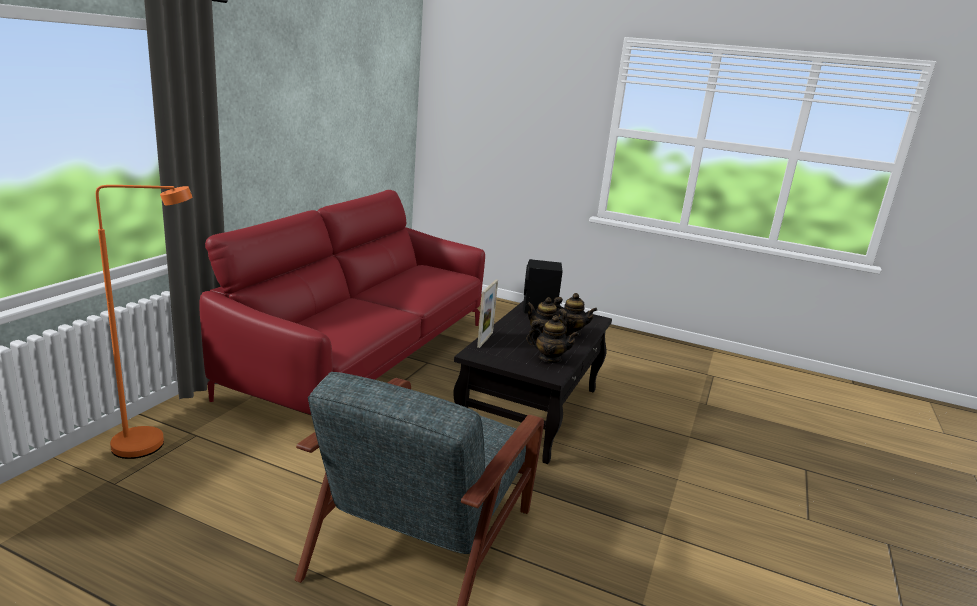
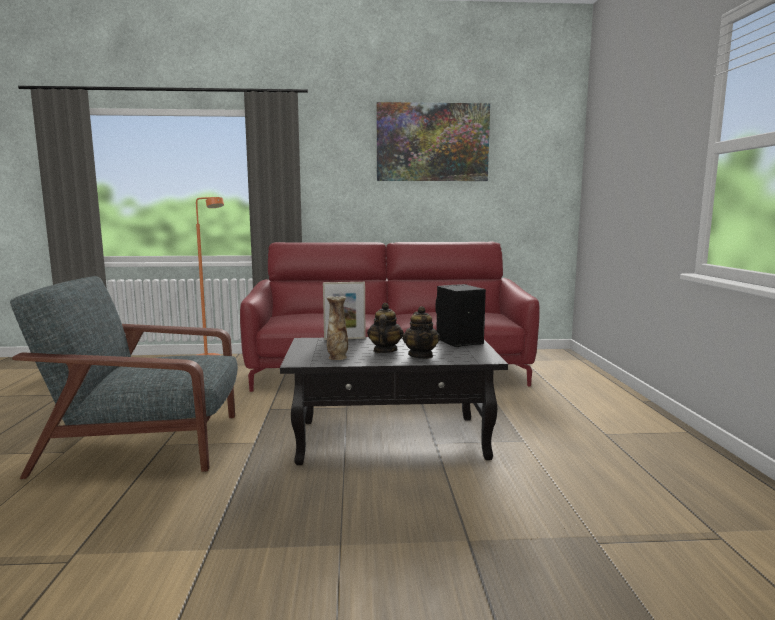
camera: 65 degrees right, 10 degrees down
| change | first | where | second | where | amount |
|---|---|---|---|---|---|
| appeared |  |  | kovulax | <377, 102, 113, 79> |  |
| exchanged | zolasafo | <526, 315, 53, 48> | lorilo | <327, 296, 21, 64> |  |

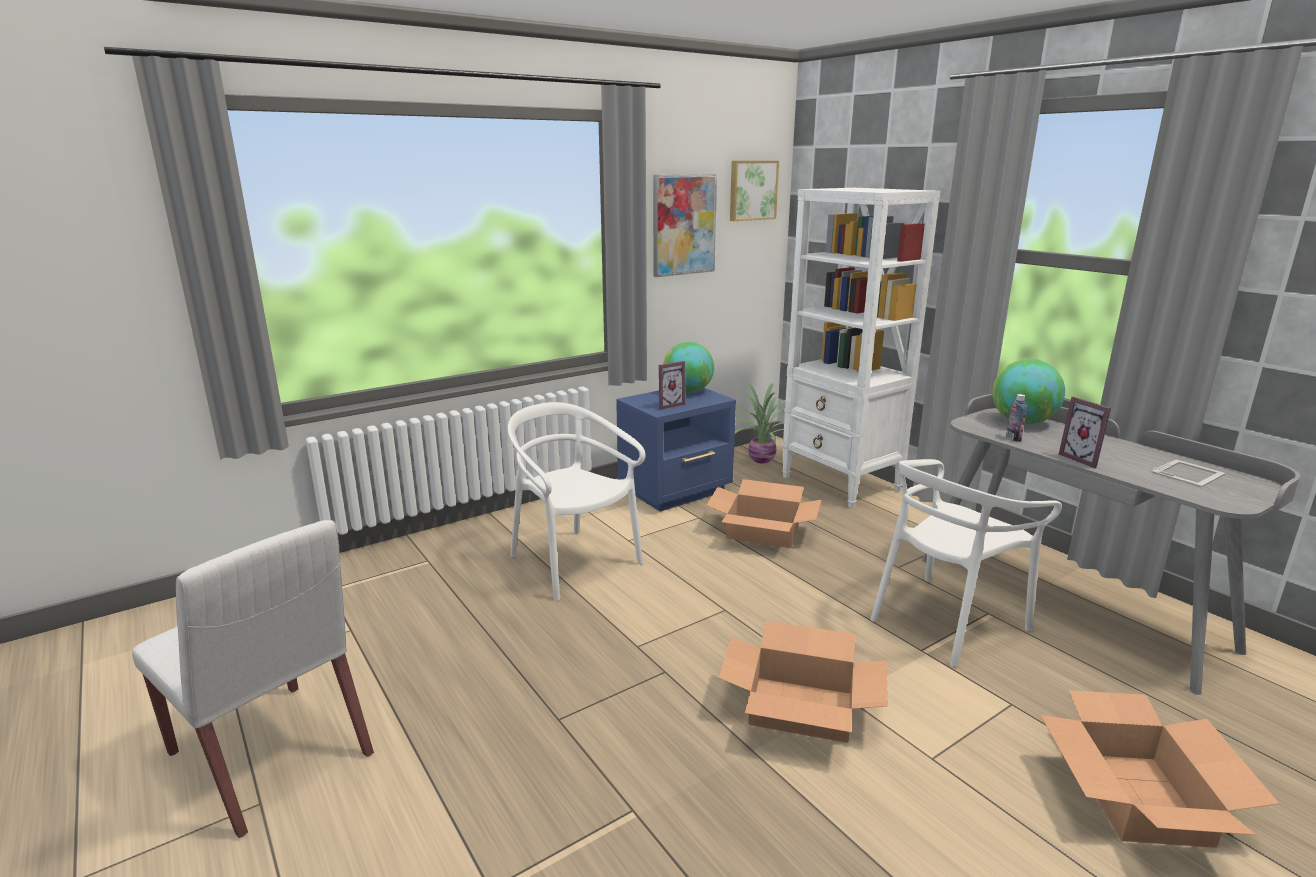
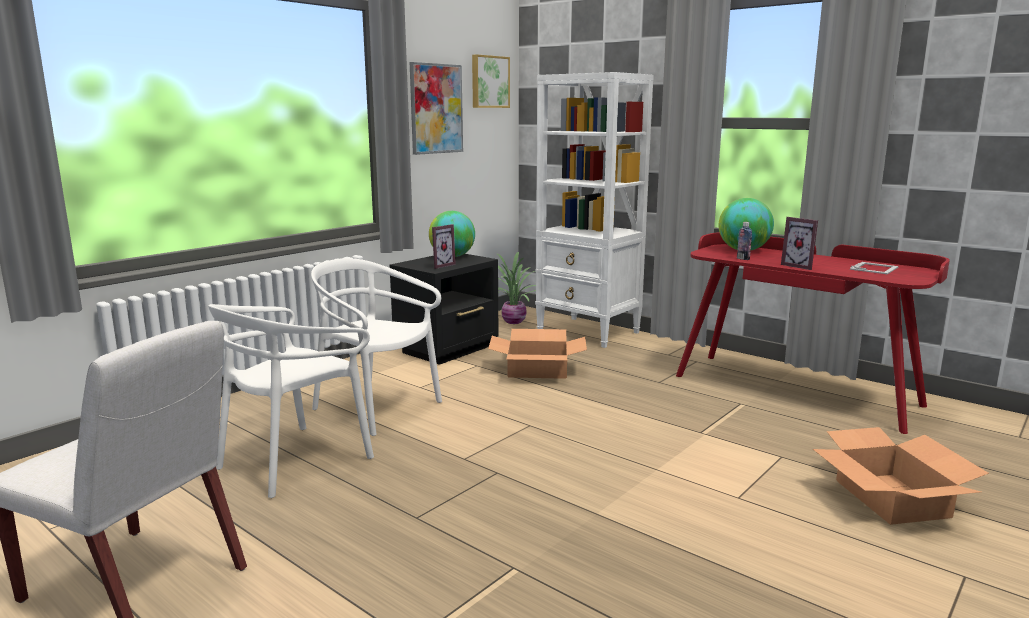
camera: 15 degrees left, 5 degrees down
| change | first | where | second | where | amount |
|---|---|---|---|---|---|
| missing | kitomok | <719, 621, 169, 122> |  |  |  |
| relocated | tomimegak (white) | <870, 459, 192, 208> |  | <208, 304, 166, 194> |  |
| colour | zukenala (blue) | <616, 388, 120, 123> | zukenala (black) | <390, 254, 108, 111> |  |
| colour | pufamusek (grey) | <922, 394, 379, 301> | pufamusek (red) | <676, 232, 274, 202> |  |

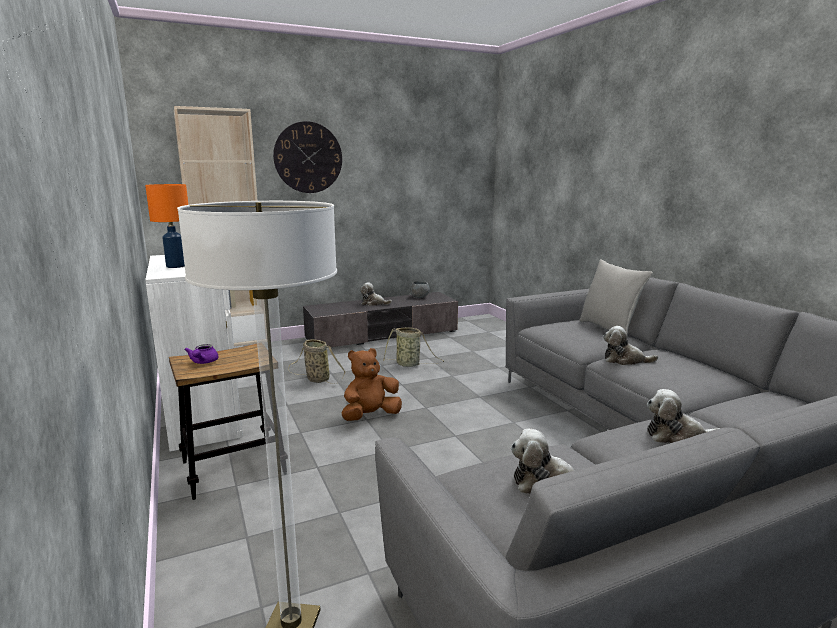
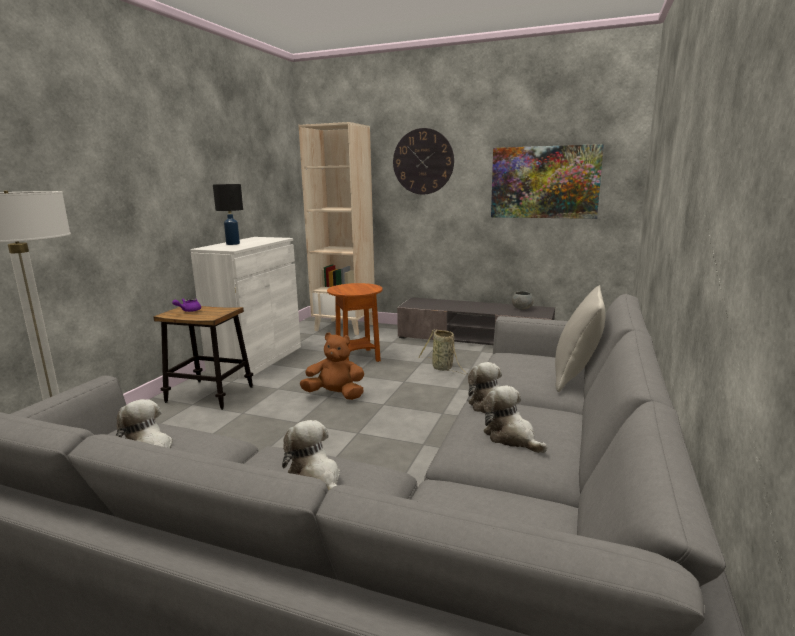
camera: 45 degrees right, 0 degrees up
| change | first | where | second | where | amount |
|---|---|---|---|---|---|
| appeared |  |  | kovulax | <491, 144, 113, 75> |  |
| relocated | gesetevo | <360, 282, 32, 24> |  | <483, 386, 64, 67> |  |
| exchanged | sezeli | <288, 339, 58, 45> | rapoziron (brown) | <327, 283, 56, 79> |  |
| colour | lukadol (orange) | <145, 184, 43, 84> | lukadol (black) | <213, 184, 30, 61> |  |

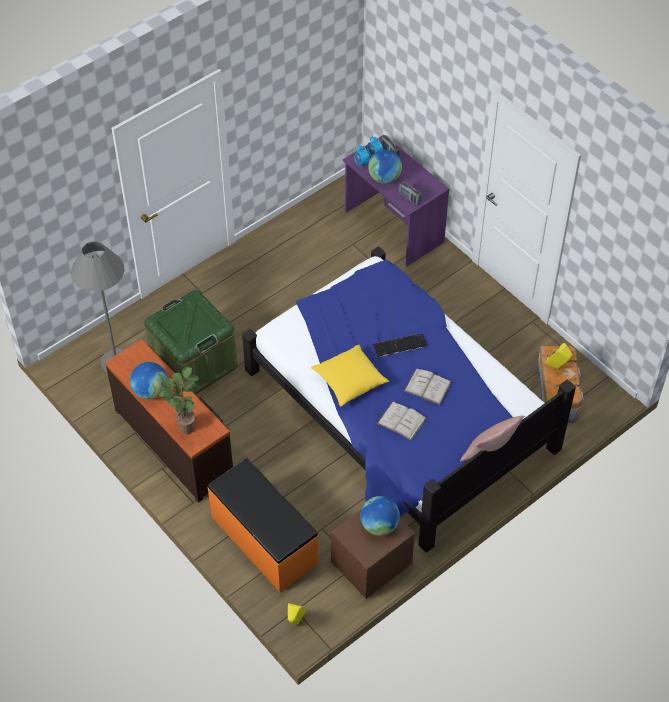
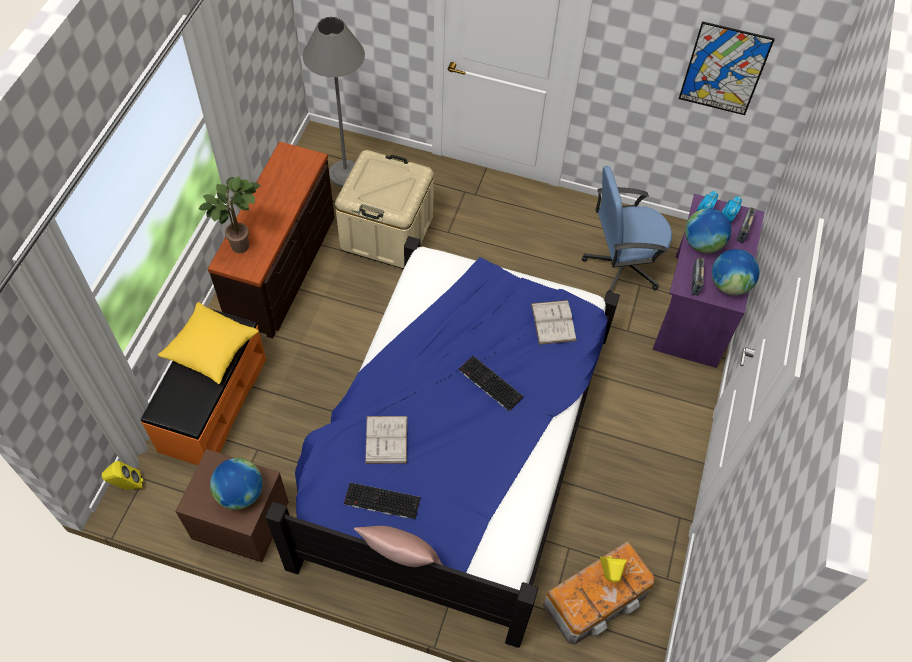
camera: 55 degrees right, 5 degrees up
| change | first | where | second | where | amount |
|---|---|---|---|---|---|
| appeared |  |  | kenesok | <344, 482, 77, 37> |  |
| appeared |  |  | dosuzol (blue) | <582, 166, 90, 126> |  |
| appeared |  |  | kovulax | <679, 21, 96, 94> |  |
| relocated | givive | <130, 362, 38, 37> |  | <712, 249, 48, 46> |  |
| relocated | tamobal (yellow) | <311, 345, 78, 62> |  | <158, 302, 101, 82> |  |
| relocated | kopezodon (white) | <404, 369, 48, 36> |  | <531, 300, 46, 45> |  |
| colour | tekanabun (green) | <144, 290, 93, 104> | tekanabun (beige) | <335, 150, 99, 119> |  |

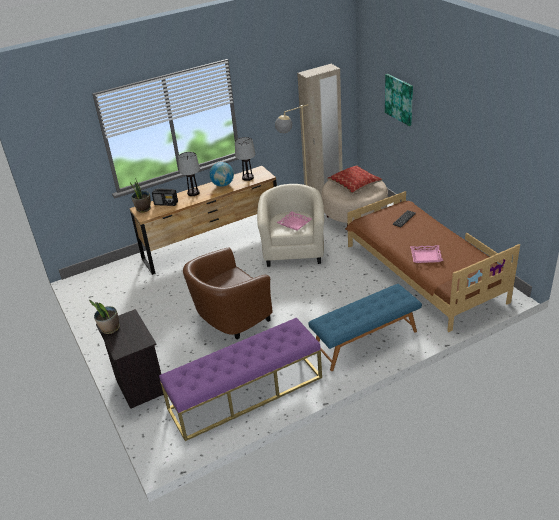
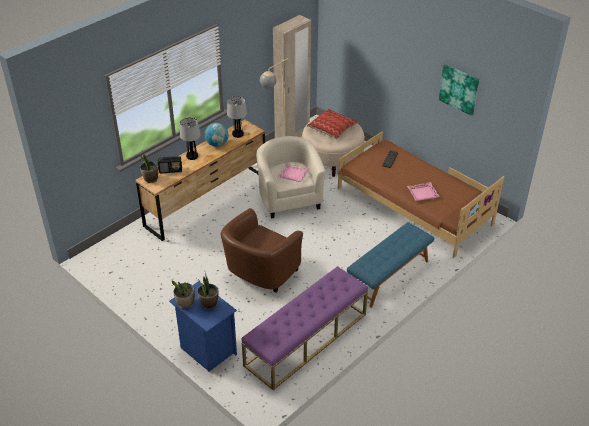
camera: 20 degrees left, 5 degrees up
| change | first | where | second | where | amount |
|---|---|---|---|---|---|
| appeared |  |  | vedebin | <197, 273, 22, 37> |  |
| relocated | kovulax | <385, 74, 28, 52> |  | <439, 64, 40, 52> |  |
| colour | zukenala (black) | <96, 309, 68, 100> | zukenala (blue) | <169, 281, 68, 91> |  |

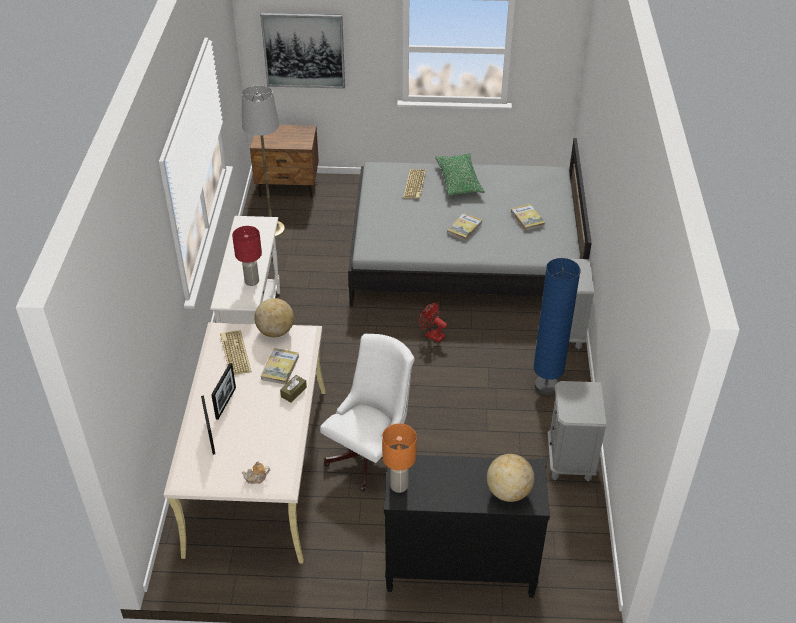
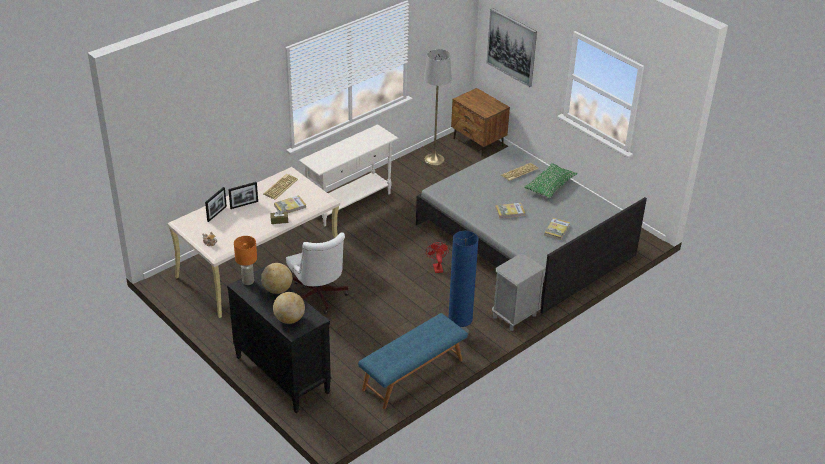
camera: 45 degrees right, 5 degrees down
| change | first | where | second | where | amount |
|---|---|---|---|---|---|
| missing | lukadol (red) | <232, 226, 30, 60> |  |  |  |
| relocated | givive | <254, 298, 40, 39> |  | <261, 263, 31, 31> |  |
| exchanged | zukenala (grey) | <548, 381, 59, 101> | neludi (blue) | <358, 313, 110, 96> |  |
| spun | dosuzol (white) | <320, 334, 95, 157> |  | <286, 232, 63, 82> | 75 degrees clockwise |

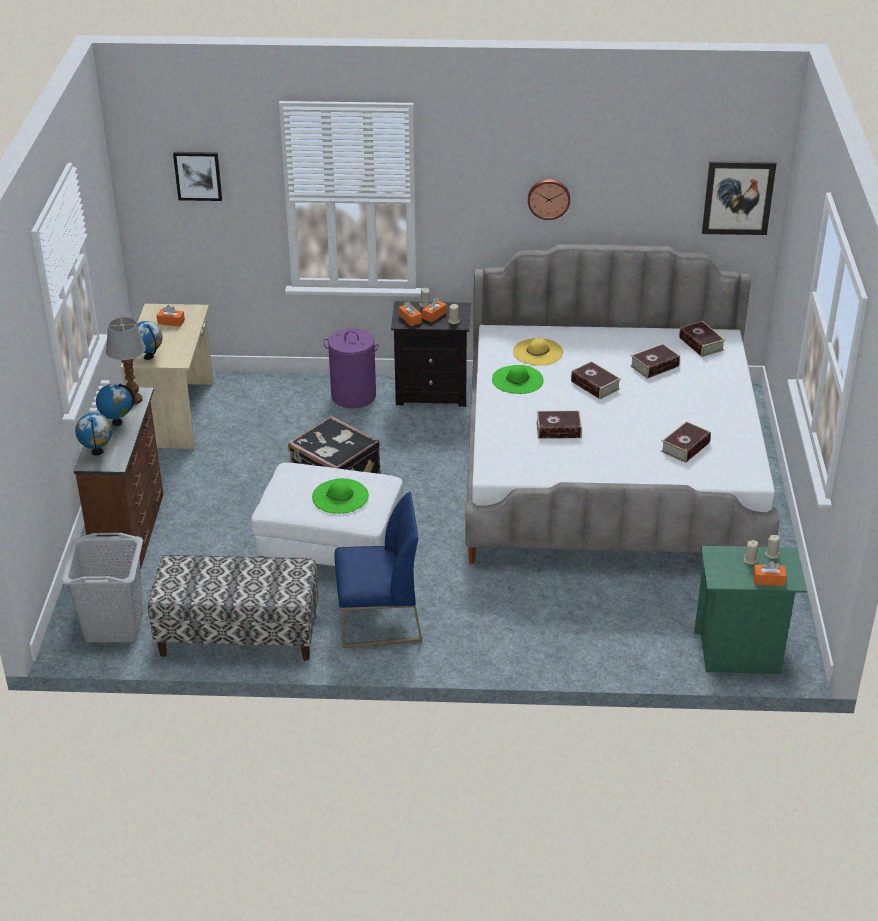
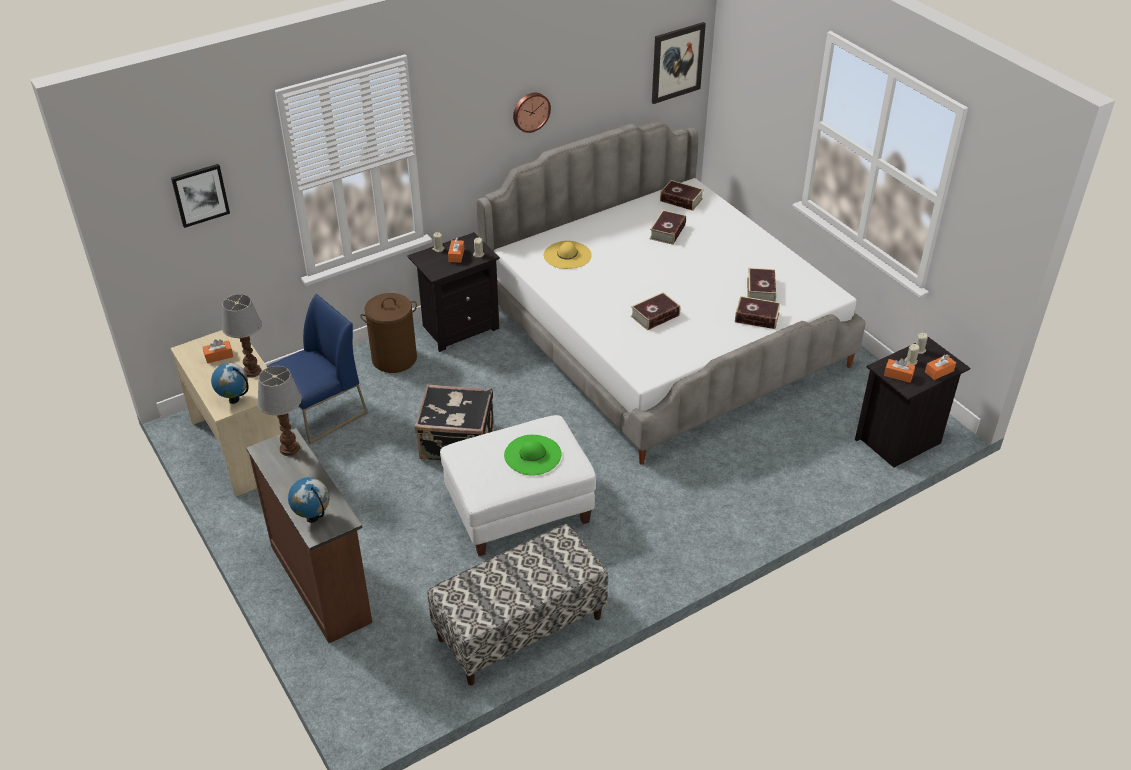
camera: 35 degrees left, 5 degrees up
| change | first | where | second | where | amount |
|---|---|---|---|---|---|
| missing | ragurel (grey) | <61, 533, 82, 110> |  |  |  |
| missing | givive | <96, 384, 38, 42> |  |  |  |
| missing | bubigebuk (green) | <492, 365, 52, 29> |  |  |  |
| appeared |  |  | lukadol | <222, 294, 40, 84> |  |
| relocated | tomimegak (blue) | <334, 492, 88, 156> |  | <267, 294, 101, 150> |  |
| relocated | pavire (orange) | <399, 302, 23, 24> |  | <884, 358, 31, 25> |  |
| relocated | kopezodon | <571, 361, 50, 38> |  | <735, 296, 46, 33> |  |
| colour | ragurel (purple) | <323, 328, 57, 80> | ragurel (brown) | <360, 293, 57, 80> |  |
| colour | zukenala (green) | <694, 546, 113, 128> | zukenala (black) | <855, 337, 115, 131> |  |

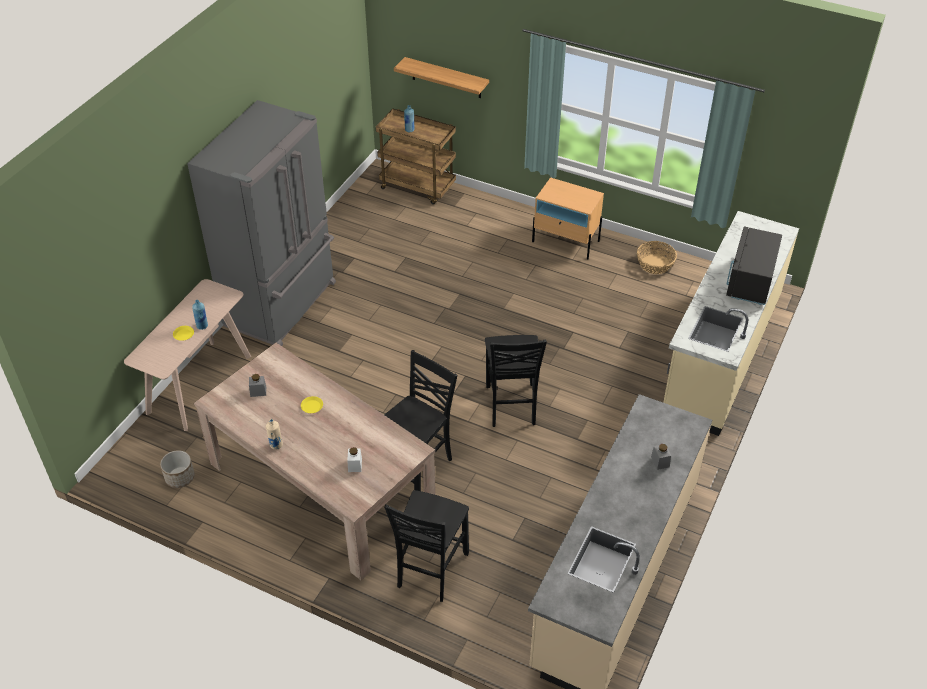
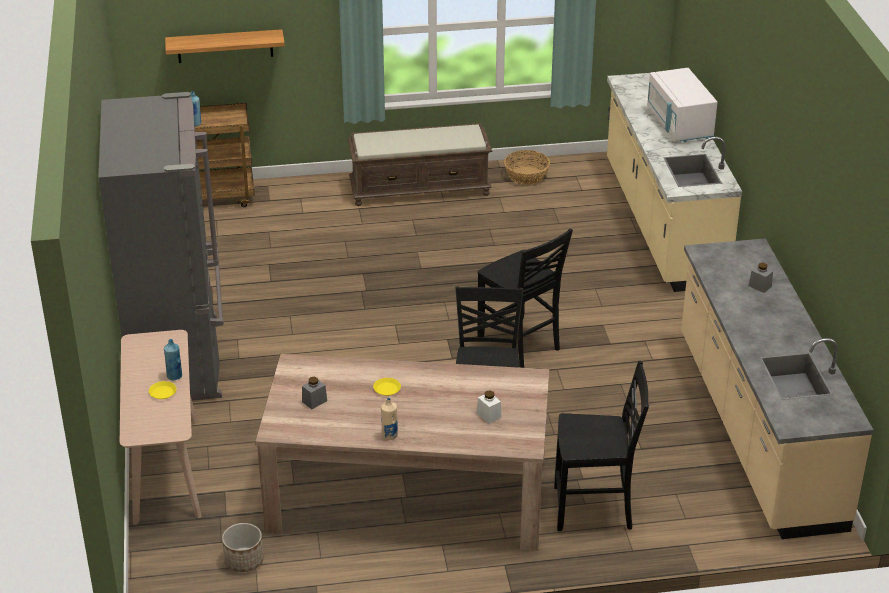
camera: 35 degrees left, 10 degrees down
| change | first | where | second | where | amount |
|---|---|---|---|---|---|
| exchanged | zukenala (beige) | <532, 177, 72, 82> | neludi (brown) | <348, 123, 144, 83> |  |
| colour | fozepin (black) | <726, 226, 56, 79> | fozepin (white) | <647, 68, 71, 74> |  |
| spun | tomimegak (black) | <384, 490, 85, 112> |  | <554, 361, 95, 170> | 75 degrees counterclockwise |

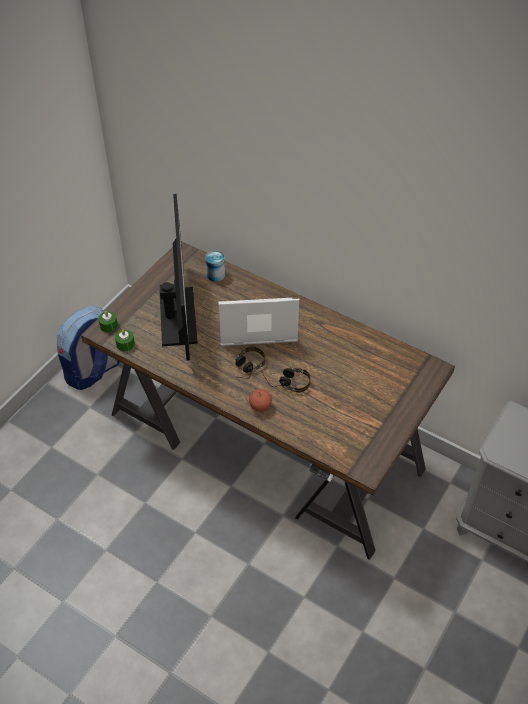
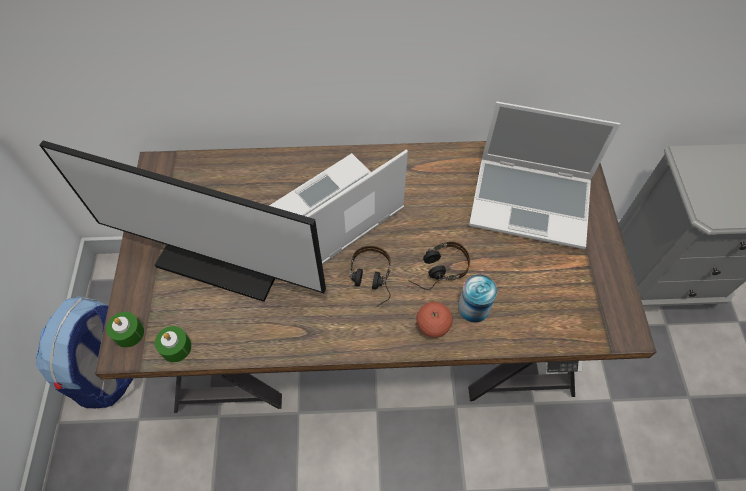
camera: 35 degrees left, 10 degrees up
| change | first | where | second | where | amount |
|---|---|---|---|---|---|
| appeared |  |  | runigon | <469, 102, 151, 147> |  |
| relocated | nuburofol | <206, 251, 19, 31> |  | <458, 274, 39, 49> |  |
| spun | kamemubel | <159, 193, 39, 168> |  | <39, 140, 287, 162> | 150 degrees clockwise |

